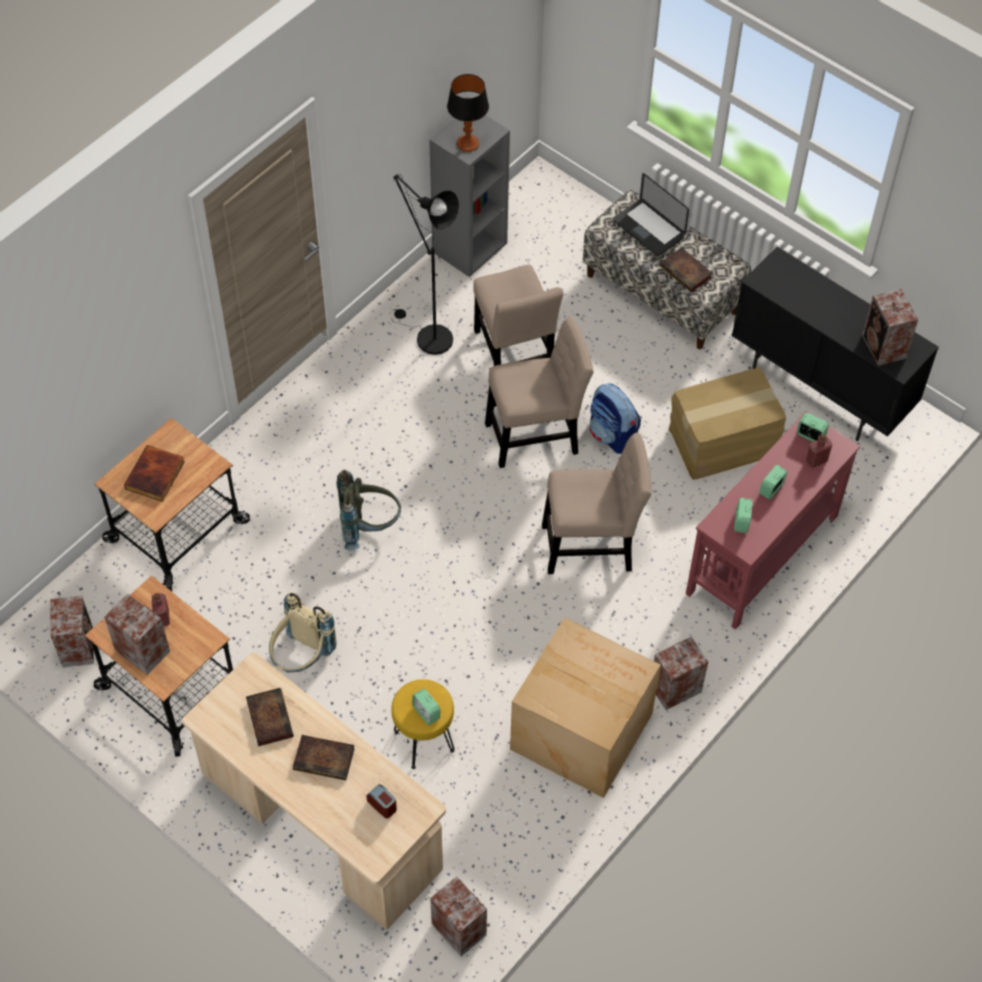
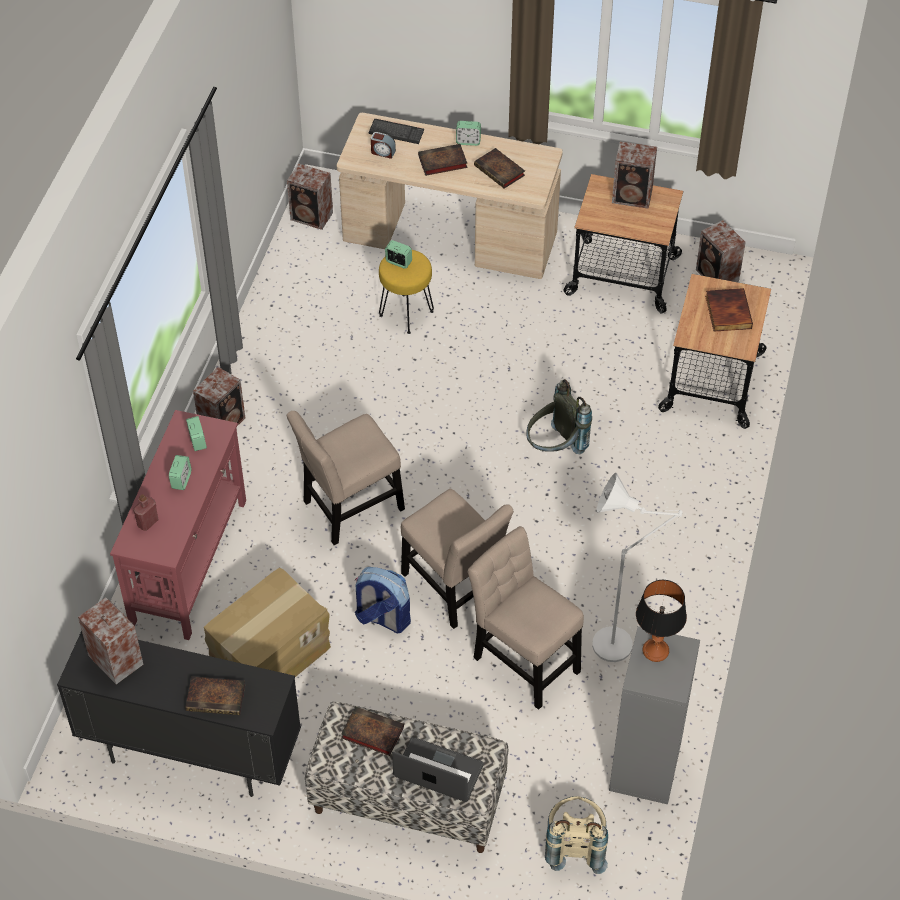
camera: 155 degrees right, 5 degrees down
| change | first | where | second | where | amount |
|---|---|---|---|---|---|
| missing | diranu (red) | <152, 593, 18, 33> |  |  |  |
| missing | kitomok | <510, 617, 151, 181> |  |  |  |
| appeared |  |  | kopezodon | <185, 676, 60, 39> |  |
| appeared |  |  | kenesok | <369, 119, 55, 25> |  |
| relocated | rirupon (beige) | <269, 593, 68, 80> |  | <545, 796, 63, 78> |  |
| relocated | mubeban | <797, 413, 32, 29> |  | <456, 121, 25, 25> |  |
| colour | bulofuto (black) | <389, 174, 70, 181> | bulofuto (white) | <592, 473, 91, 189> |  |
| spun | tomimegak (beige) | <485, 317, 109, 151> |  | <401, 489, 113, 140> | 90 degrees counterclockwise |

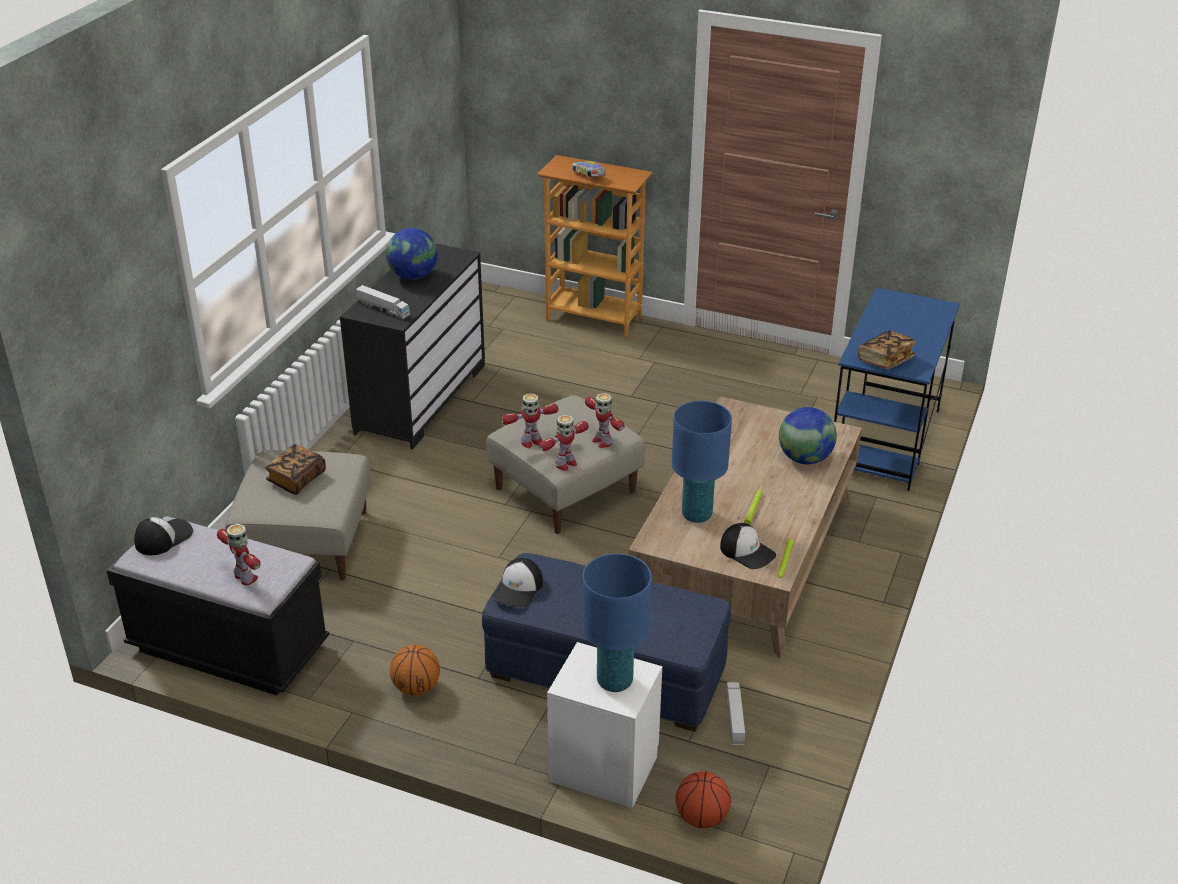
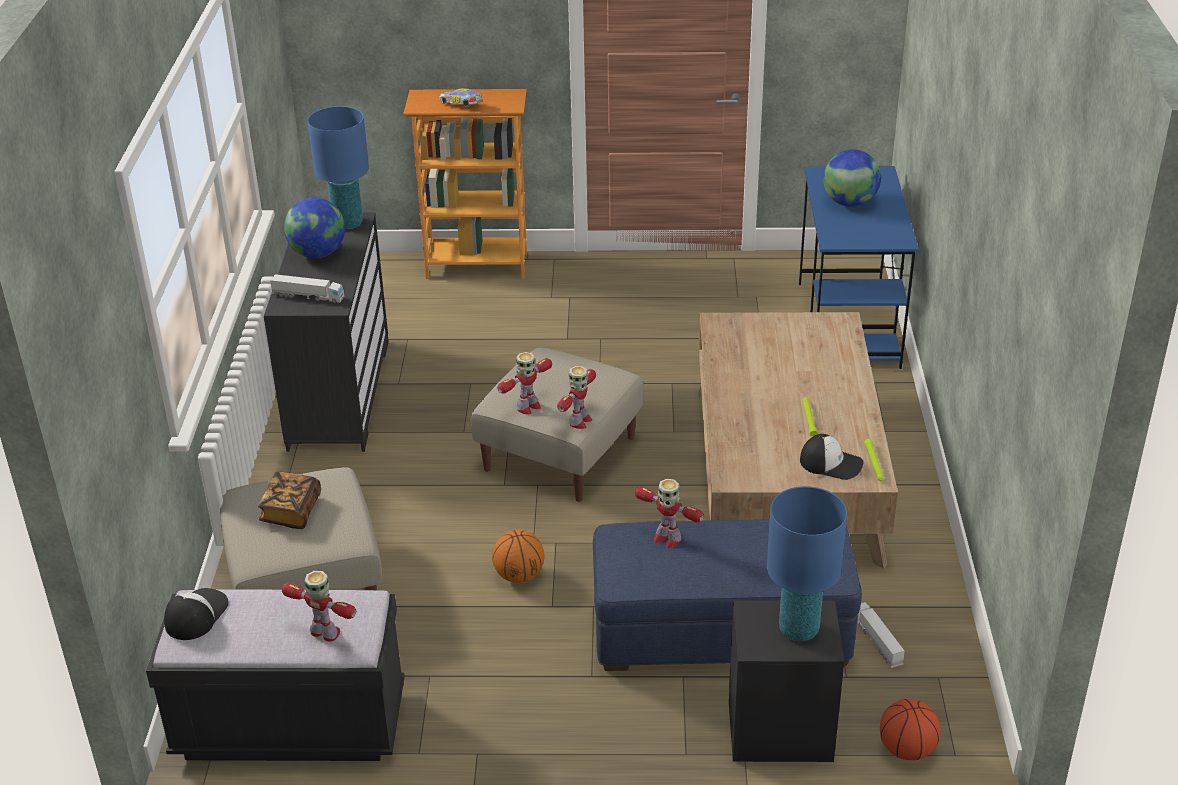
camera: 20 degrees left, 0 degrees up
| change | first | where | second | where | amount |
|---|---|---|---|---|---|
| missing | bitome | <493, 558, 50, 50> |  |  |  |
| missing | kopezodon | <858, 330, 58, 39> |  |  |  |
| relocated | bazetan | <390, 645, 50, 51> |  | <492, 529, 53, 54> |  |
| relocated | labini | <585, 393, 40, 55> |  | <635, 479, 69, 69> |  |
| relocated | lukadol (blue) | <672, 401, 60, 122> |  | <307, 106, 62, 123> |  |
| relocated | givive | <779, 407, 58, 57> |  | <823, 149, 58, 58> |  |
| colour | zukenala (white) | <547, 642, 115, 166> | zukenala (black) | <729, 600, 115, 162> |  |

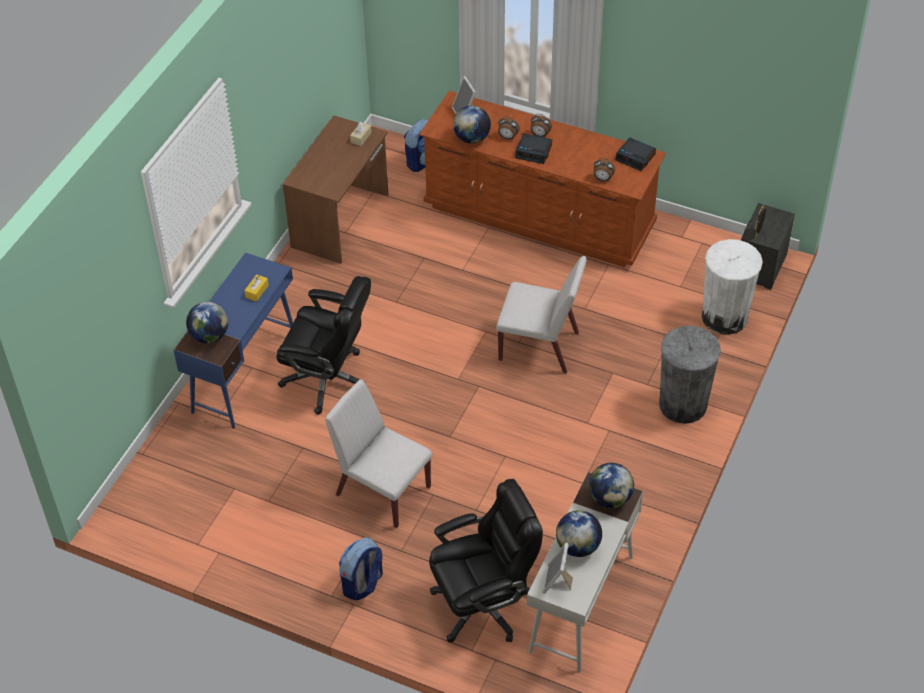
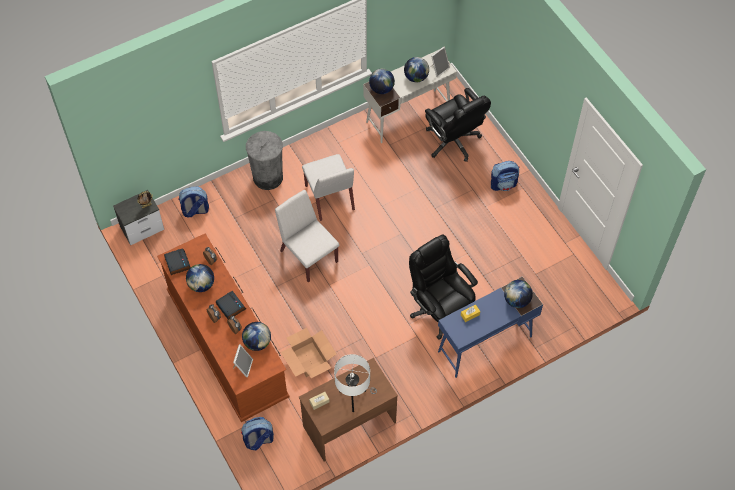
camera: 145 degrees left, 10 degrees up
| change | first | where | second | where | amount |
|---|---|---|---|---|---|
| appeared |  |  | givive | <186, 264, 28, 28> |  |
| appeared |  |  | kitomok | <281, 328, 56, 50> |  |
| appeared |  |  | lukadol (white) | <334, 354, 43, 58> |  |
| relocated | tomimegak (white) | <325, 379, 108, 149> |  | <302, 154, 53, 67> |  |
| exchanged | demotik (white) | <702, 239, 61, 96> | rirupon | <178, 186, 31, 31> |  |
| spun | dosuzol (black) | <429, 479, 114, 164> |  | <425, 88, 66, 74> | 135 degrees counterclockwise |

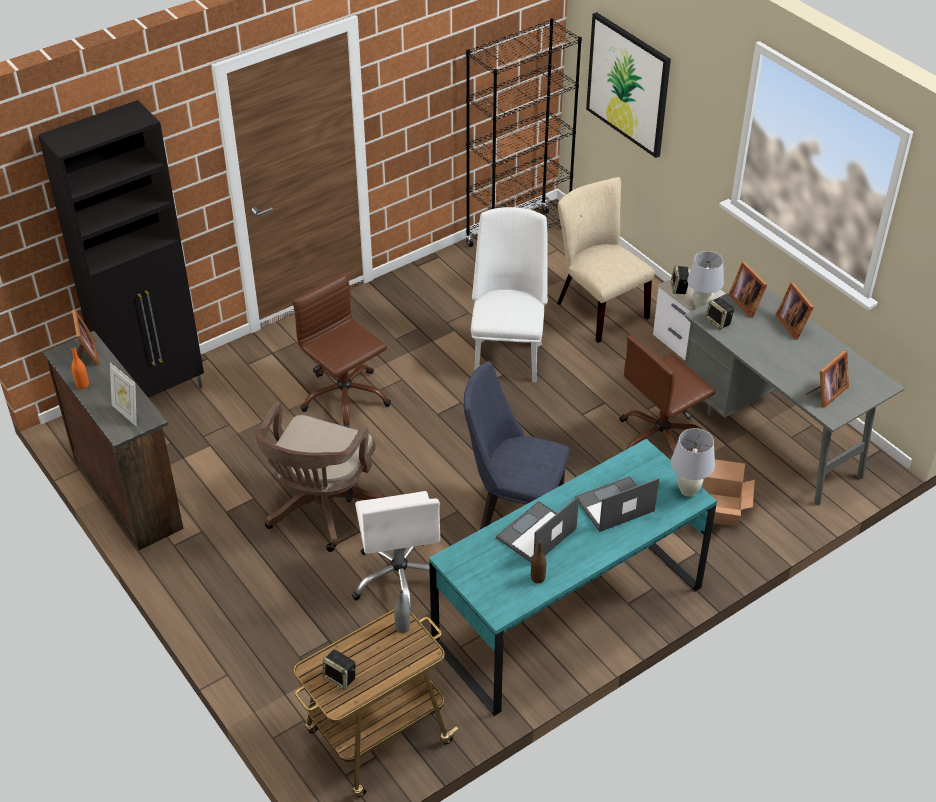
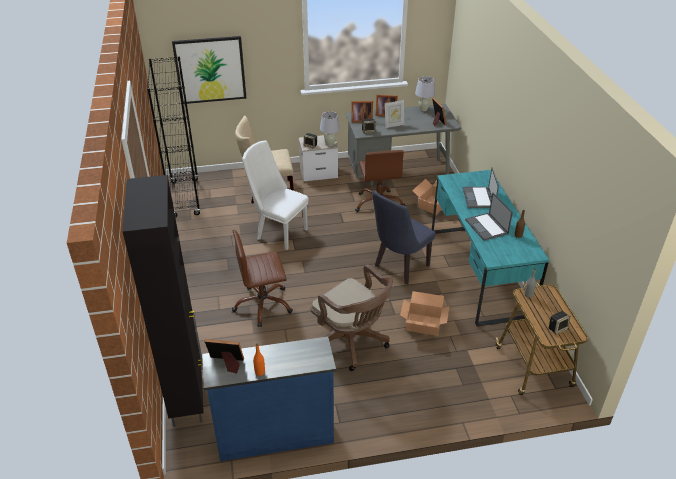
camera: 65 degrees left, 5 degrees down
| change | first | where | second | where | amount |
|---|---|---|---|---|---|
| relocated | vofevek | <110, 363, 27, 63> |  | <385, 100, 19, 28> |  |
| relocated | lukadol (white) | <671, 428, 44, 69> |  | <415, 76, 20, 35> |  |
| exchanged | dosuzol (white) | <352, 491, 88, 121> | kitomok | <400, 291, 50, 45> |  |
| colour | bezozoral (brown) | <43, 331, 141, 219> | bezozoral (blue) | <202, 336, 134, 125> |  |

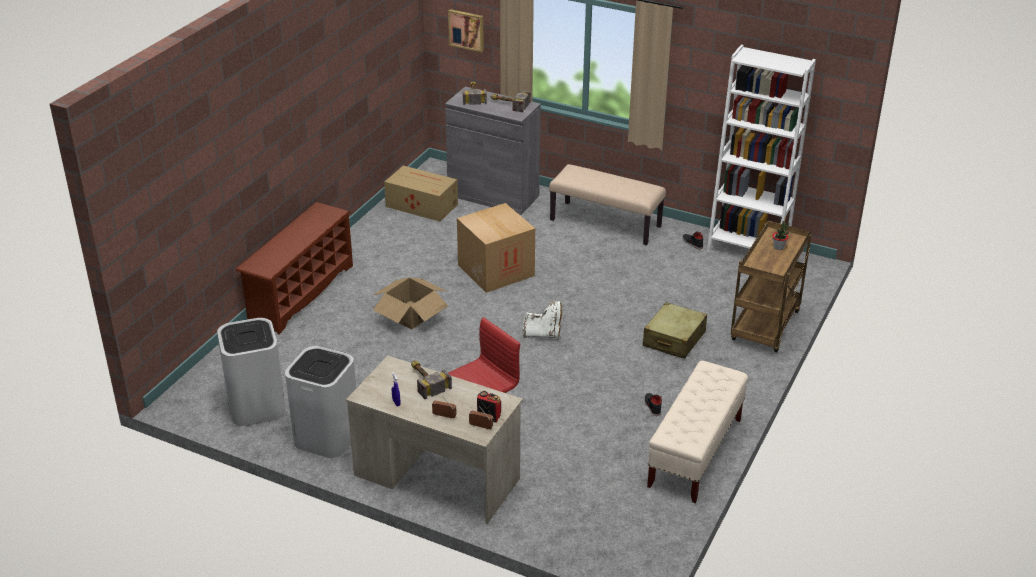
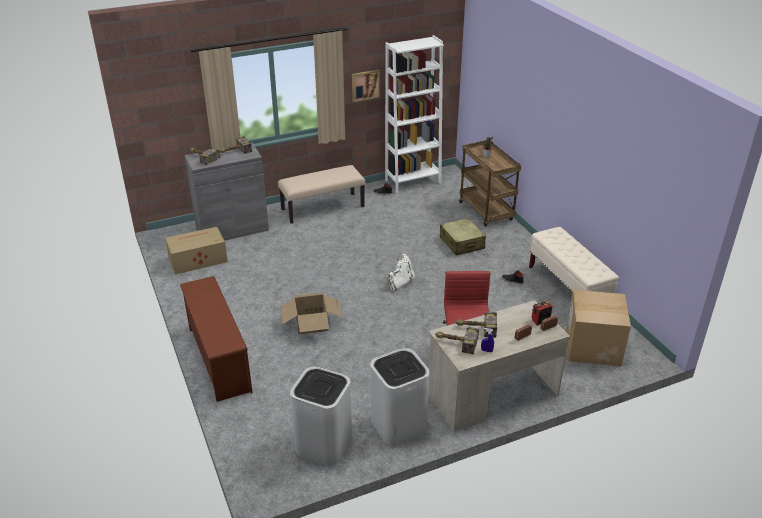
camera: 50 degrees left, 0 degrees up
| change | first | where | second | where | amount |
|---|---|---|---|---|---|
| appeared |  |  | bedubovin | <435, 327, 44, 27> |  |
| relocated | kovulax | <448, 9, 36, 43> |  | <352, 70, 28, 32> |  |
| relocated | kitomok | <457, 203, 78, 90> |  | <566, 290, 65, 77> |  |

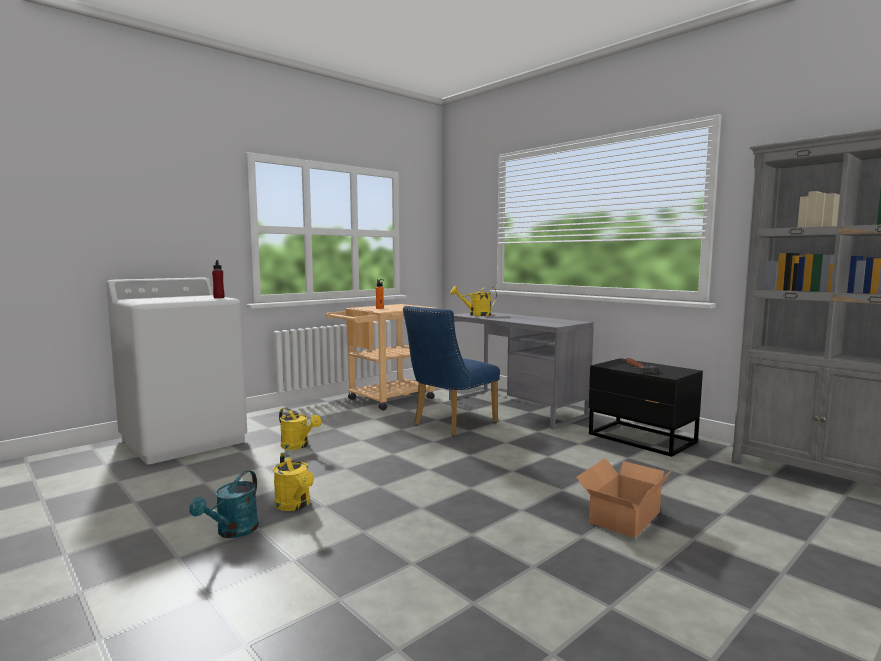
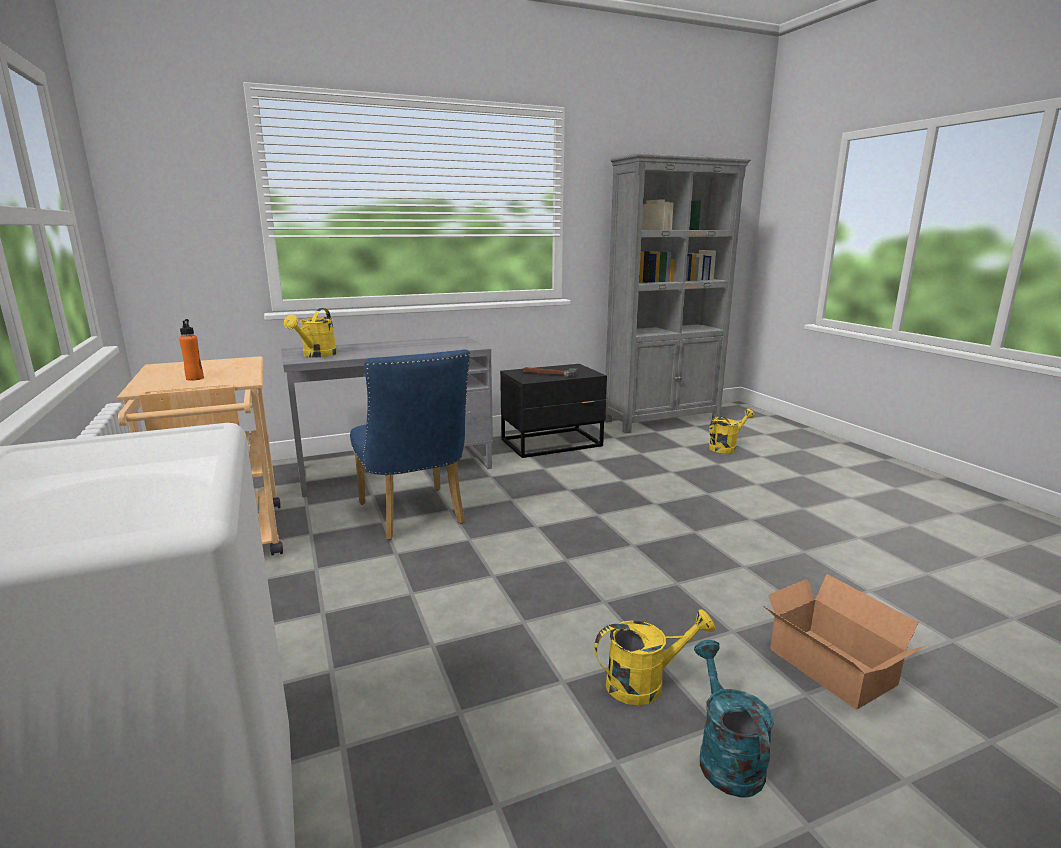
camera: 70 degrees left, 10 degrees up
| change | first | where | second | where | amount |
|---|---|---|---|---|---|
| missing | diranu (red) | <212, 260, 13, 39> |  |  |  |
| relocated | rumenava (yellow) | <279, 407, 42, 43> |  | <709, 409, 46, 44> |  |
| relocated | kitomok | <576, 458, 96, 80> |  | <764, 574, 162, 135> |  |
| spun | rumenava (turquoise) | <189, 470, 70, 68> |  | <694, 640, 80, 157> | 135 degrees counterclockwise |

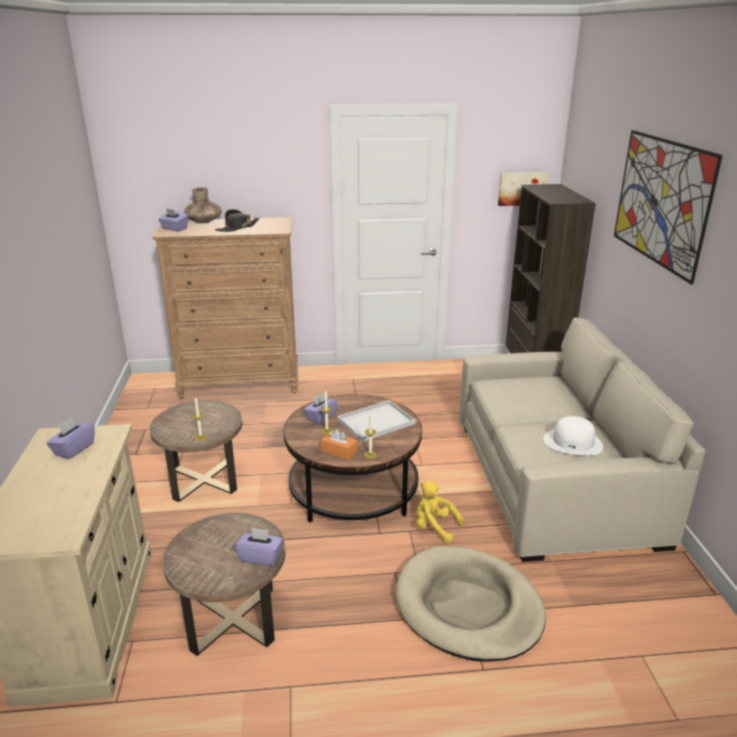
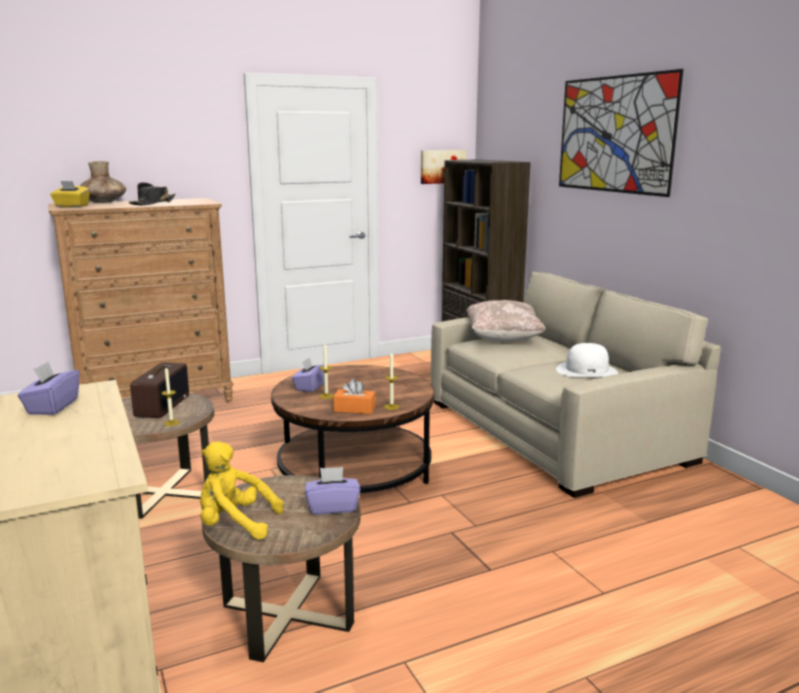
camera: 20 degrees left, 10 degrees down
| change | first | where | second | where | amount |
|---|---|---|---|---|---|
| missing | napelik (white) | <337, 400, 79, 42> |  |  |  |
| missing | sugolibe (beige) | <396, 546, 150, 116> |  |  |  |
| appeared |  |  | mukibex | <130, 362, 59, 56> |  |
| appeared |  |  | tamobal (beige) | <466, 300, 79, 42> |  |
| relocated | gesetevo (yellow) | <416, 481, 48, 62> |  | <200, 442, 84, 98> |  |
| colour | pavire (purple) | <158, 209, 30, 22> | pavire (yellow) | <50, 181, 40, 26> |  |

